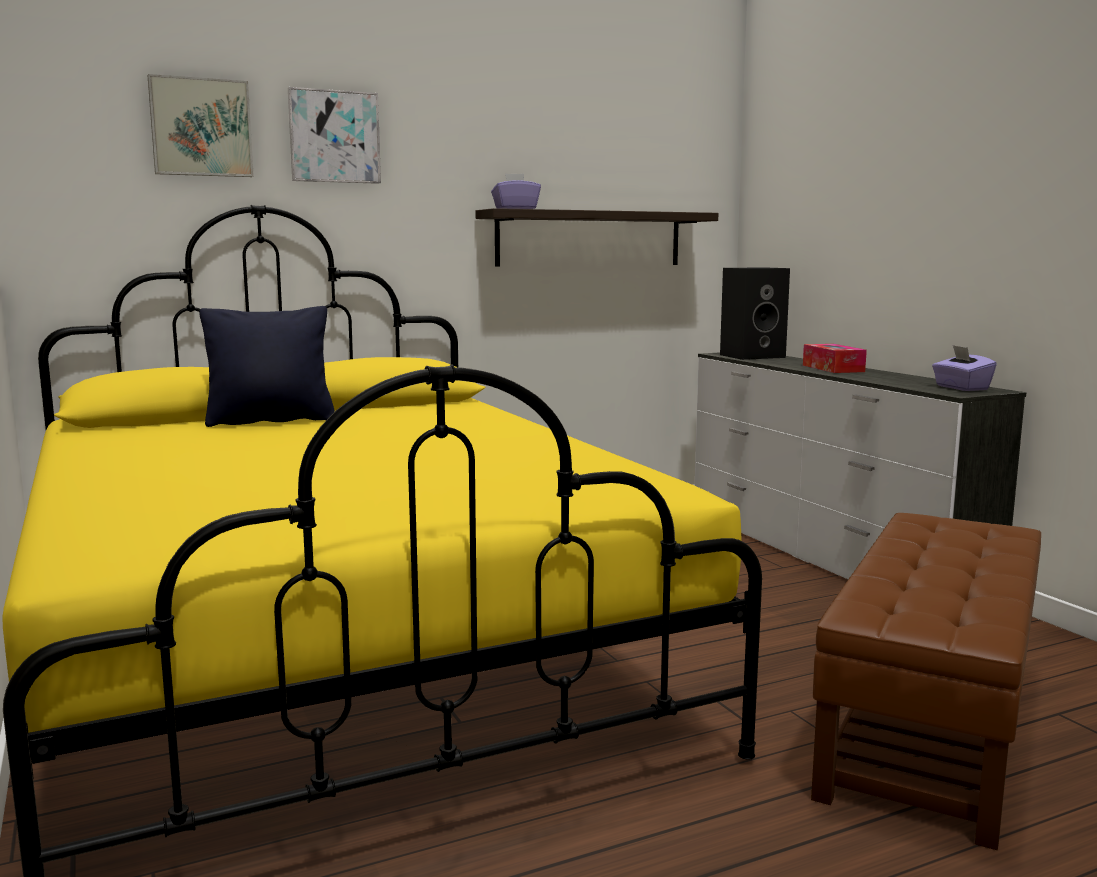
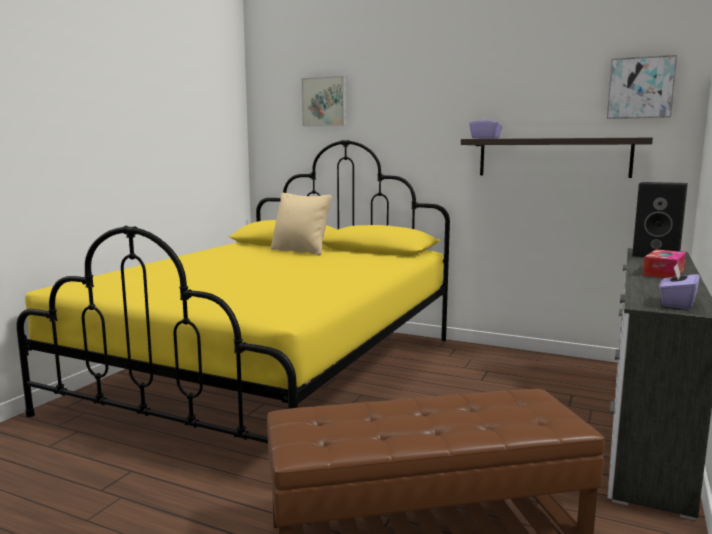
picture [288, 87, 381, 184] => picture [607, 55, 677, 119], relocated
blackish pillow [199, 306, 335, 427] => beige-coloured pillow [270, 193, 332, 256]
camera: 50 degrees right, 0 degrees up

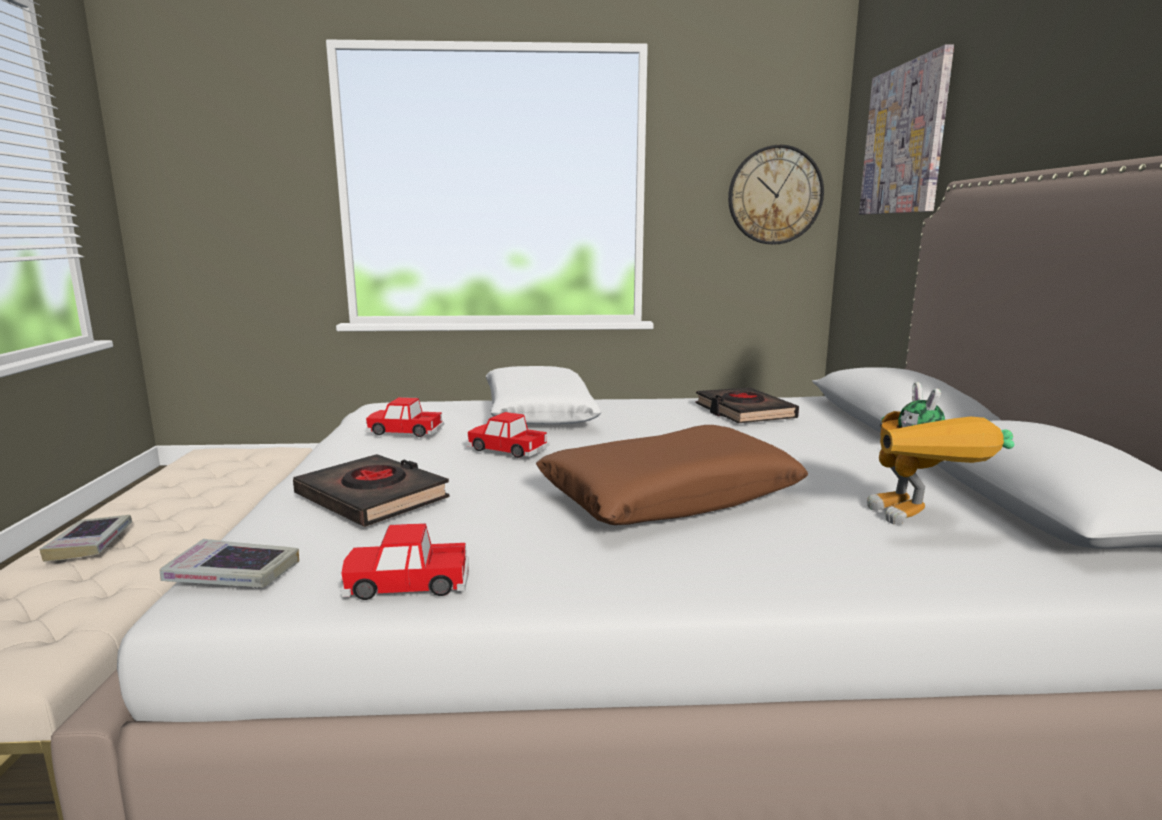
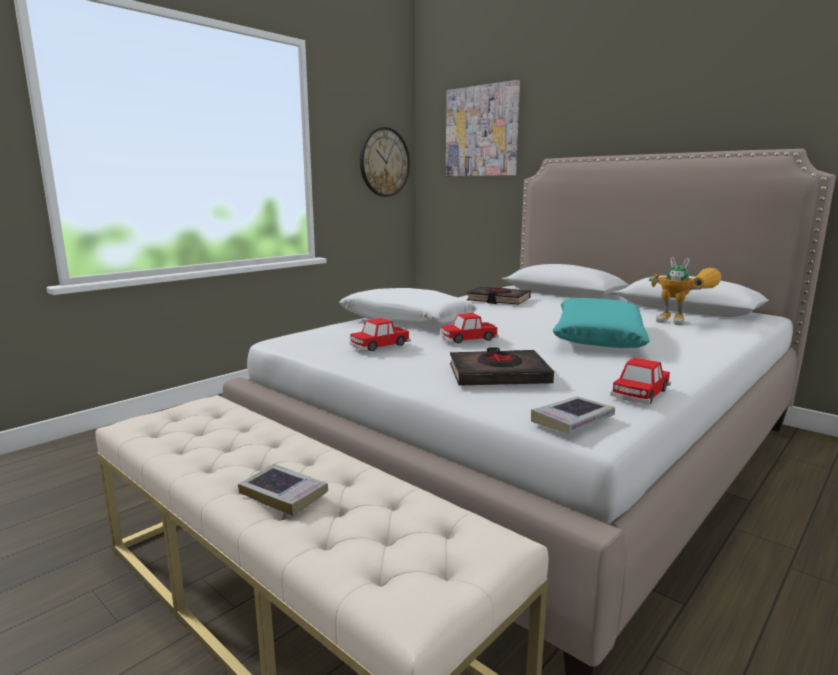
brown pillow [536, 425, 808, 525] => turquoise pillow [553, 298, 650, 348]
camera: 45 degrees left, 0 degrees up

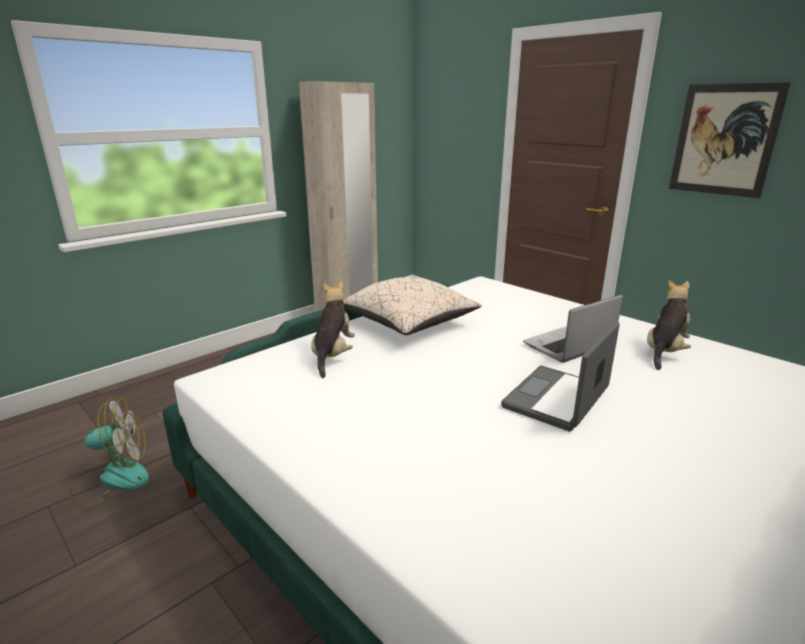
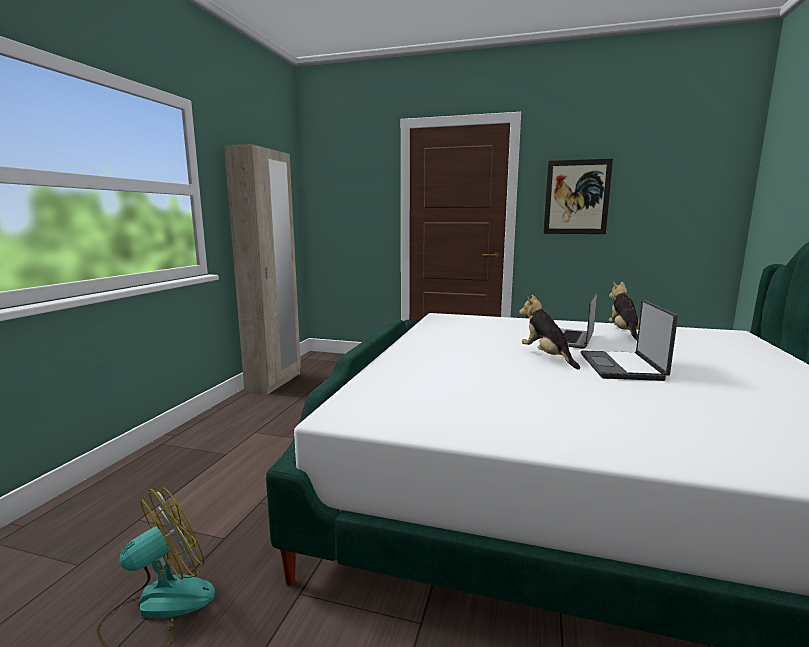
beige-coloured pillow [343, 277, 482, 335] => nothing
cuddly toy [311, 281, 355, 378] => cuddly toy [519, 295, 580, 369], relocated
camera: 30 degrees left, 10 degrees down

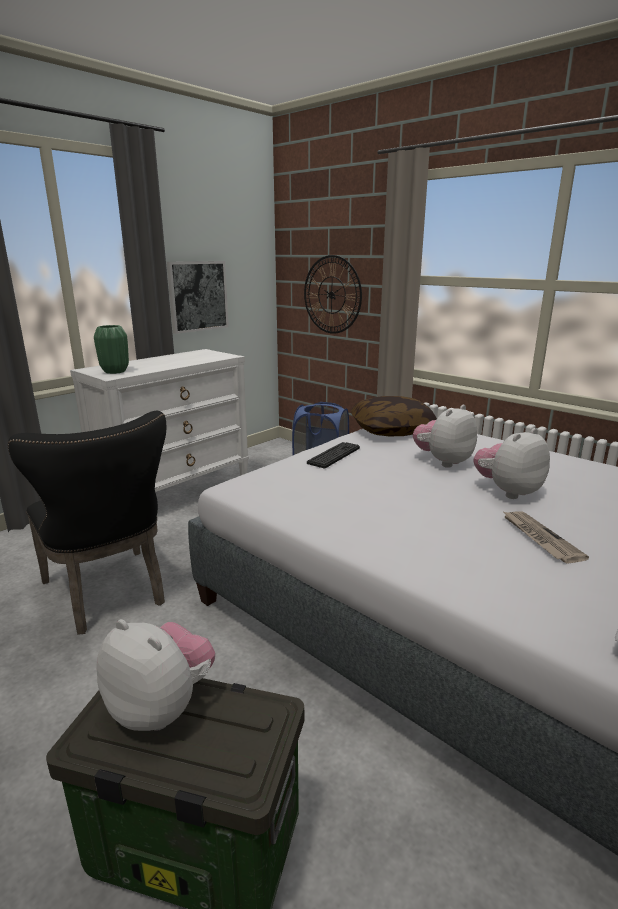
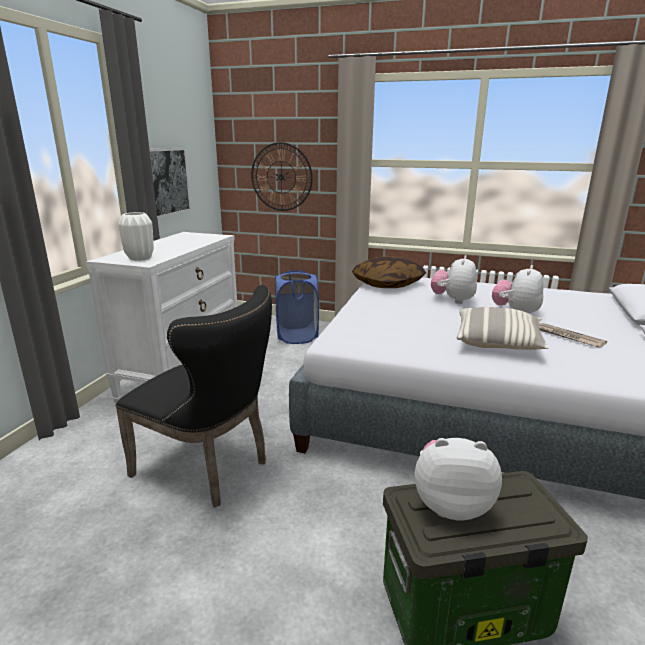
green-coloured flower vase [94, 325, 129, 374] => white-coloured flower vase [118, 212, 154, 261]
keyboard [307, 442, 360, 468] => nothing
nothing => pillow [457, 307, 548, 350]
camera: 25 degrees left, 0 degrees up

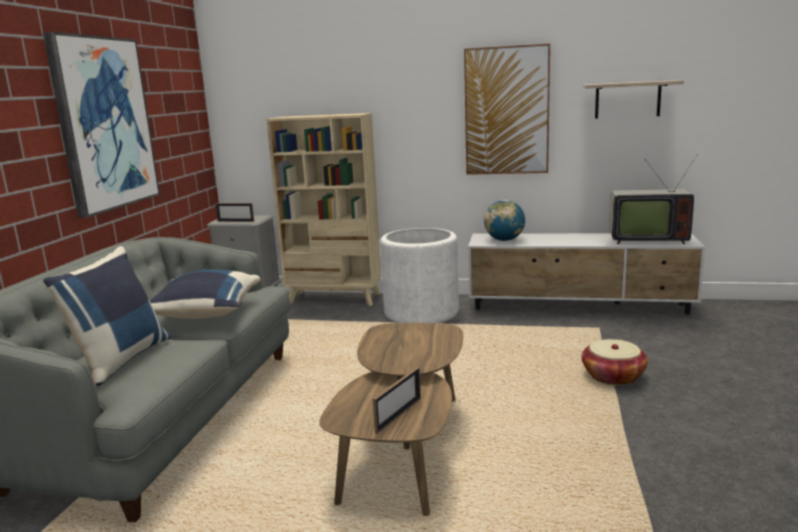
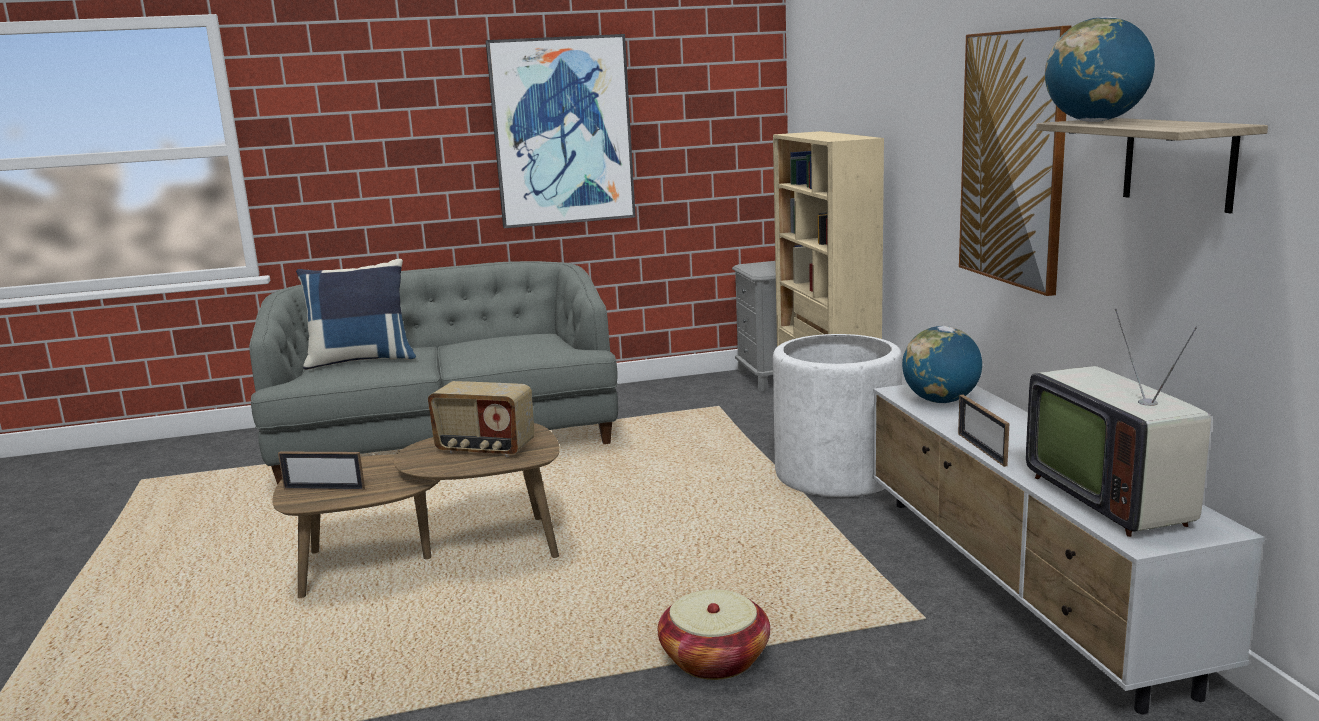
photo frame [215, 203, 254, 222] => photo frame [958, 394, 1009, 467], relocated
blue-coloured pillow [150, 269, 261, 319] => nothing
nothing => globe [1045, 17, 1155, 122]
nothing => radio set [428, 381, 534, 457]
camera: 65 degrees right, 0 degrees up

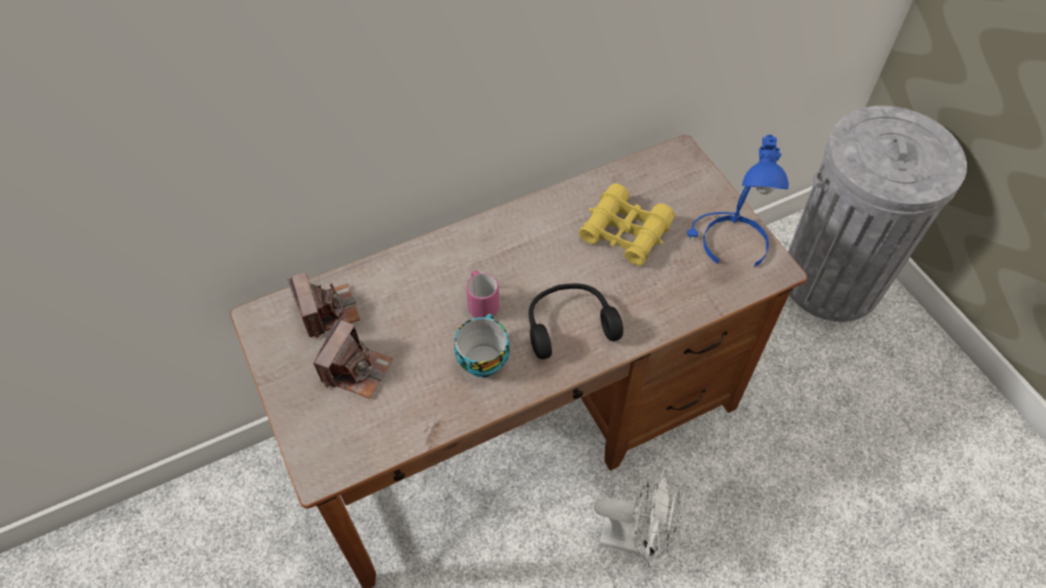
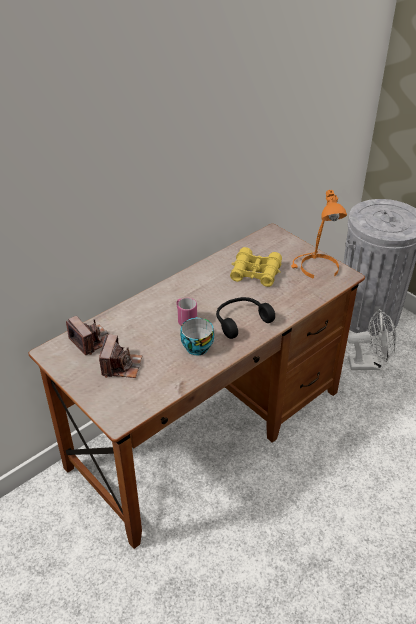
blue-coloured tabletop lamp [687, 134, 789, 267] => orangey tabletop lamp [291, 190, 347, 279]
white-coloured cooling fan [594, 469, 683, 568] => white-coloured cooling fan [347, 309, 397, 370], relocated
camera: 15 degrees left, 15 degrees down

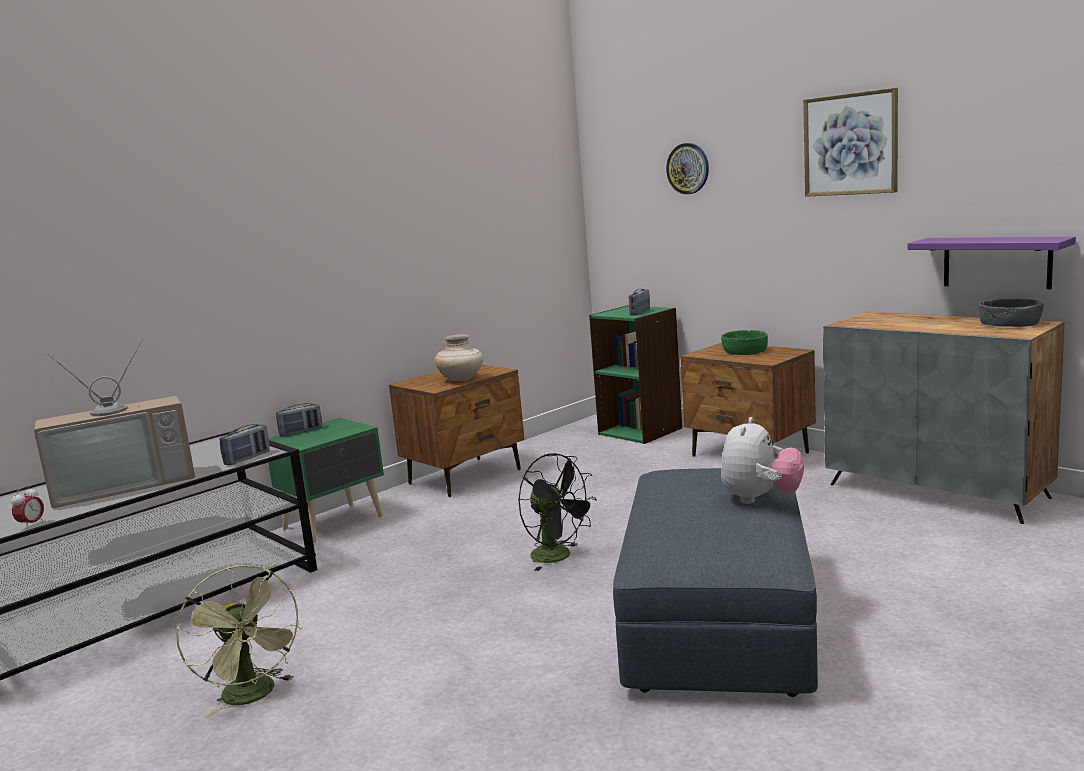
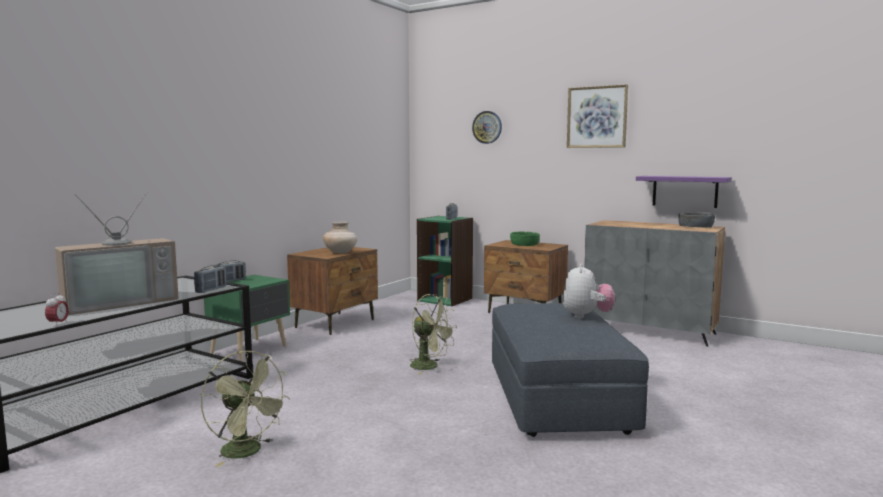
blackish cooling fan [518, 453, 597, 571] => green-coloured cooling fan [409, 294, 457, 374]
camera: 15 degrees left, 5 degrees down

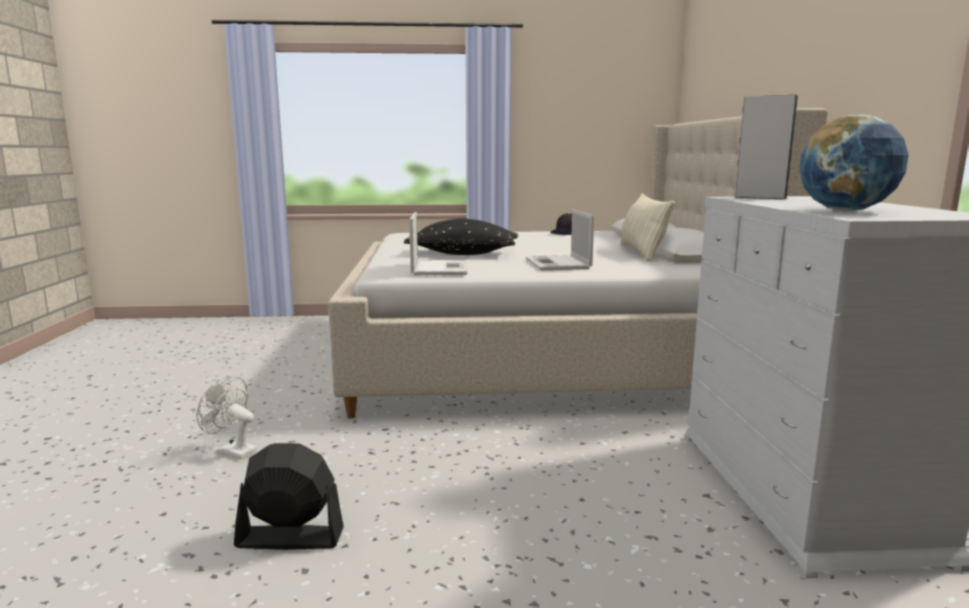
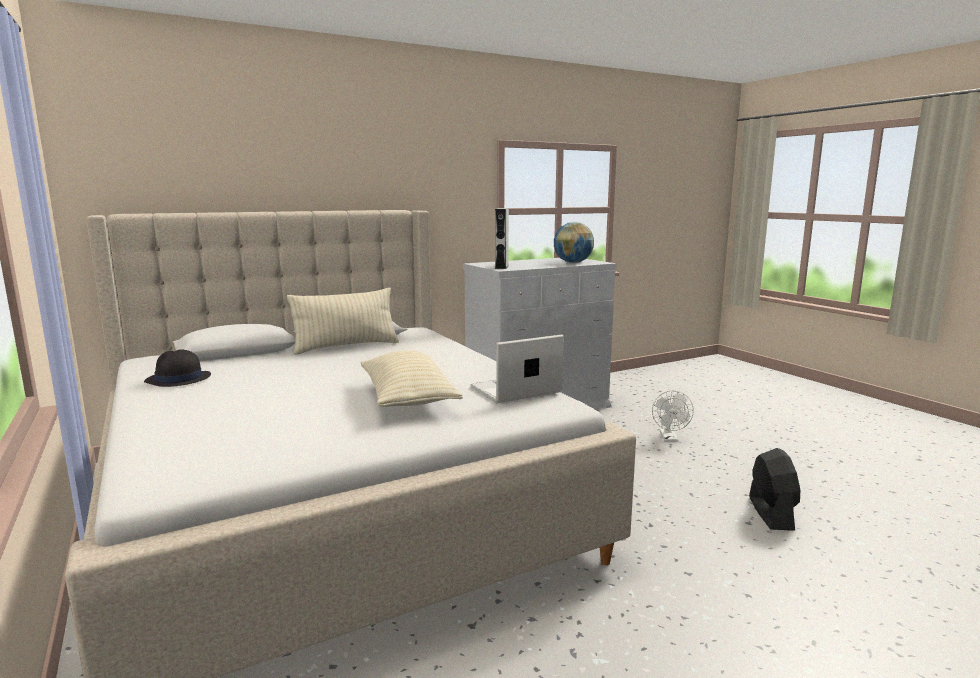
portable computer [526, 209, 594, 270] => nothing
blackish pillow [404, 219, 518, 255] => beige-coloured pillow [360, 351, 463, 407]
white-coloured cooling fan [196, 376, 257, 459] => white-coloured cooling fan [652, 390, 694, 441], relocated
blackish cooling fan [234, 443, 344, 550] => blackish cooling fan [749, 448, 800, 531], 150 degrees counterclockwise
camera: 115 degrees left, 0 degrees up

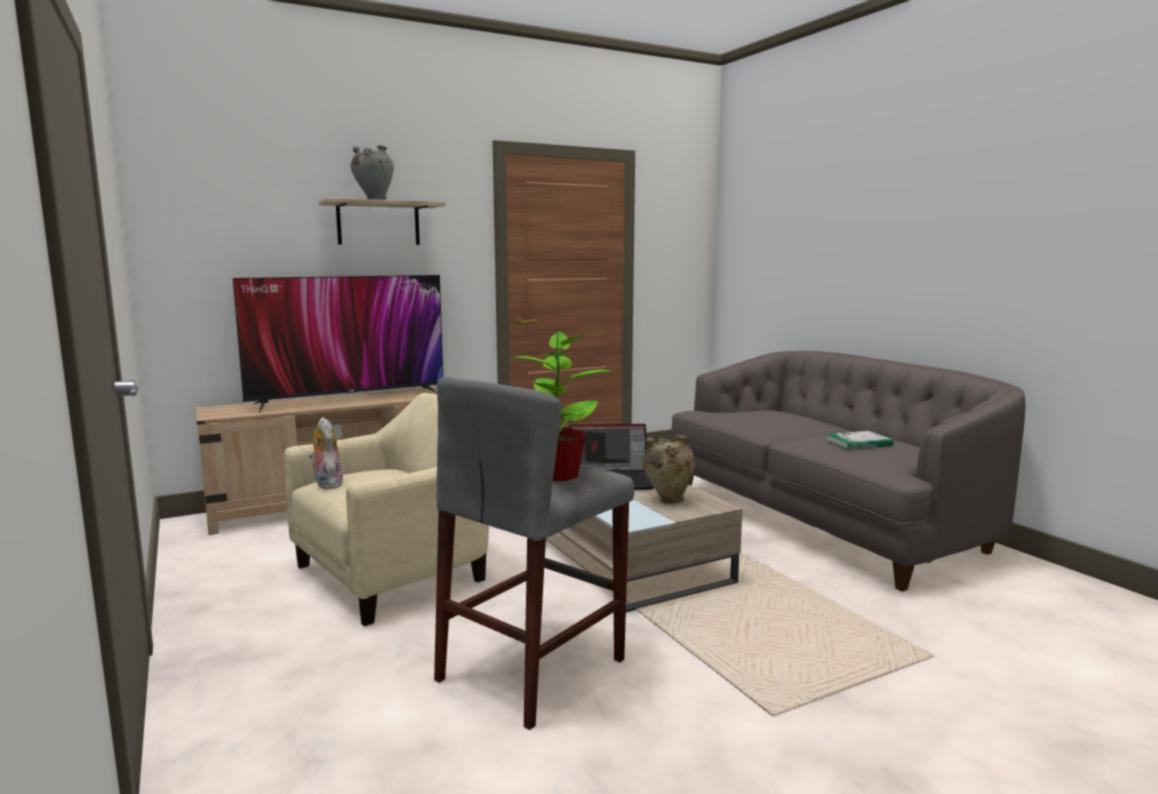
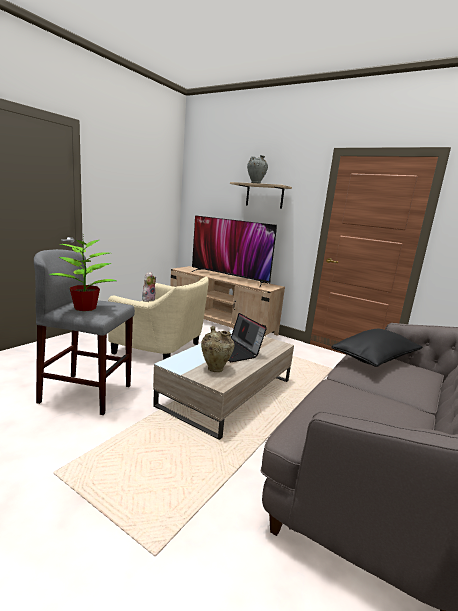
book [826, 431, 894, 449] => nothing
nothing => blackish pillow [331, 329, 422, 367]
camera: 60 degrees right, 5 degrees up

